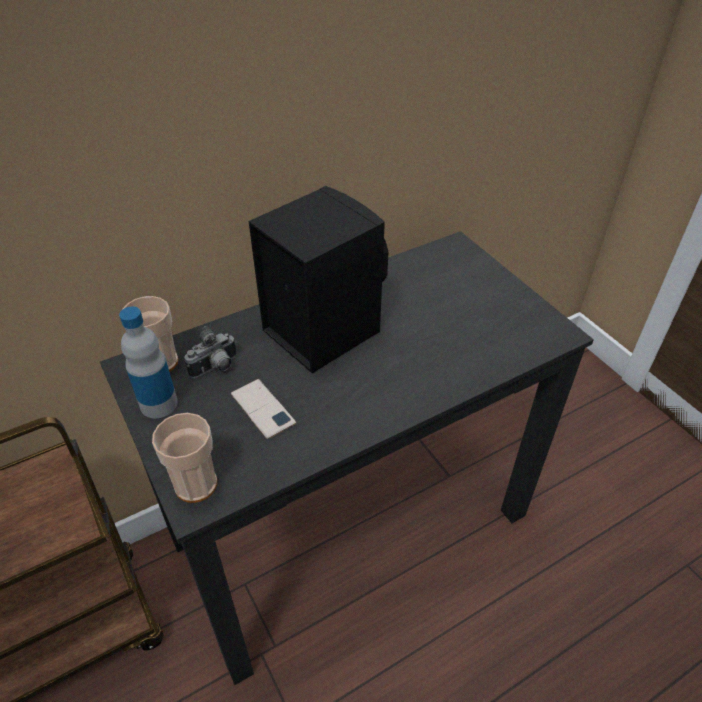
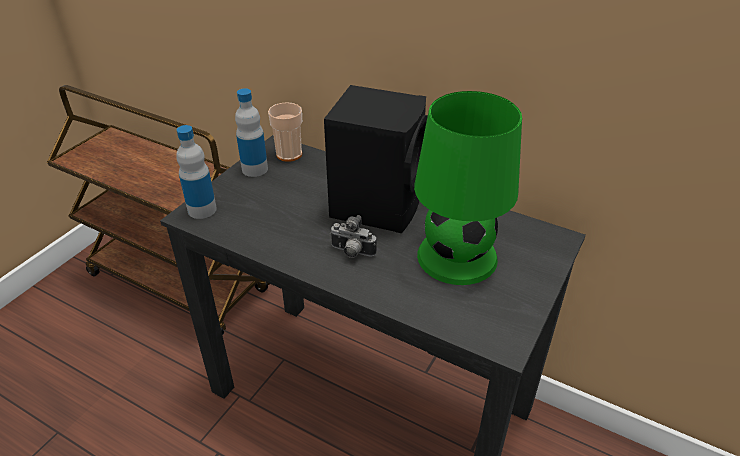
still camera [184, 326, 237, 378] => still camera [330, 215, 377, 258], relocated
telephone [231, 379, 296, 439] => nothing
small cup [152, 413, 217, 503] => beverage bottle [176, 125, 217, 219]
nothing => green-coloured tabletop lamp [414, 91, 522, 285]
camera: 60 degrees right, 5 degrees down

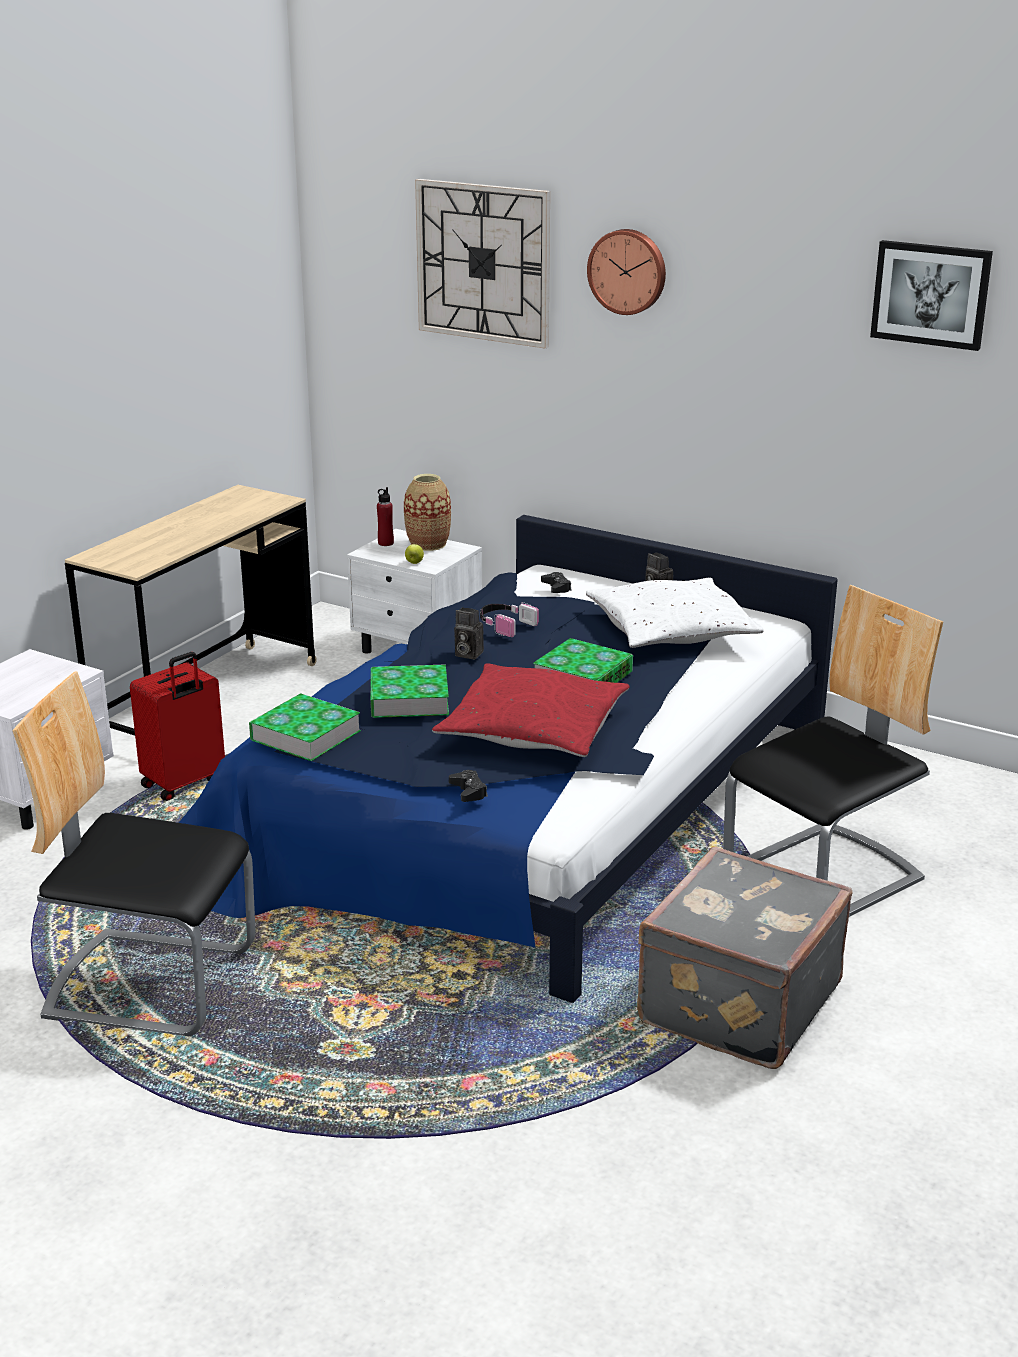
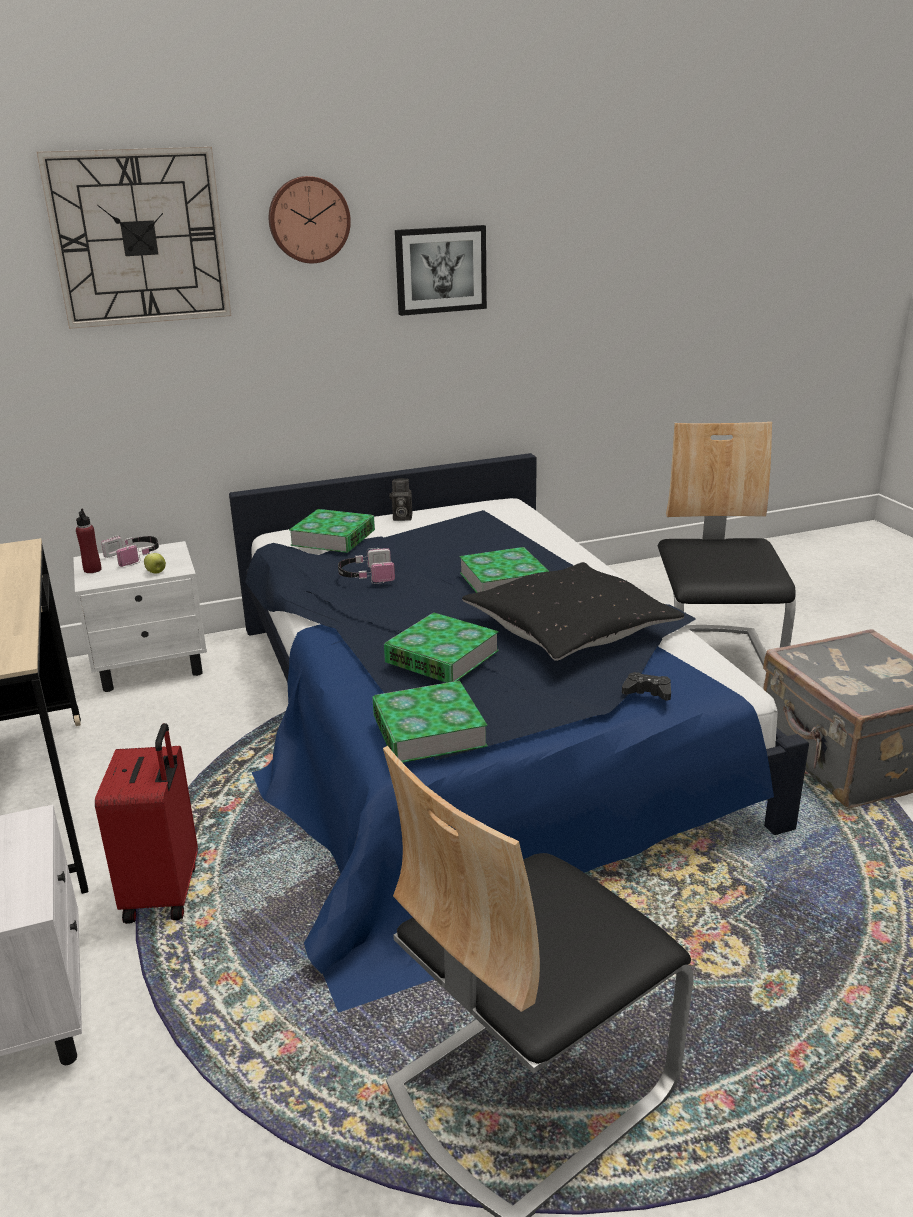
picture [870, 240, 993, 351] => picture [395, 225, 487, 316], relocated
flower vase [404, 474, 451, 551] => headphones [101, 535, 159, 567]
blackish joypad [541, 572, 572, 593] => book [289, 509, 375, 553]
white-coloured pillow [586, 578, 764, 648] => nothing
still camera [454, 607, 484, 660] => nothing
reddish pillow [432, 663, 630, 757] => blackish pillow [462, 562, 684, 661]
camera: 50 degrees left, 0 degrees up

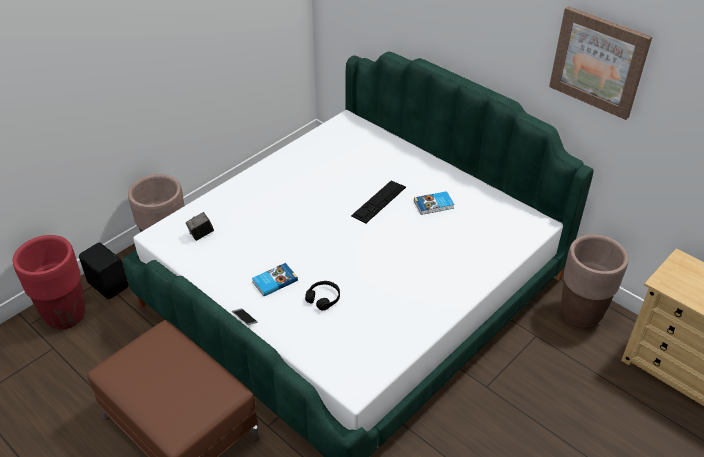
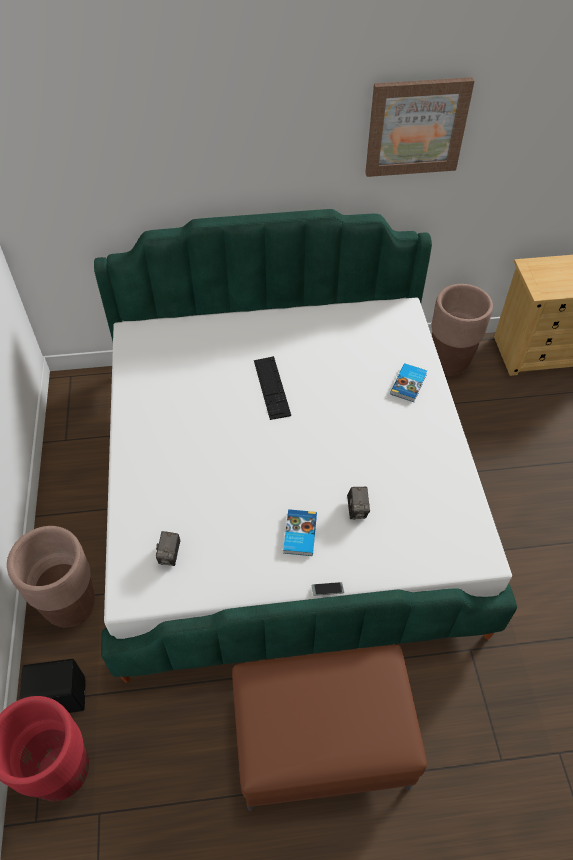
book [414, 191, 454, 215] => book [390, 363, 427, 402], relocated
blackish headphones [305, 281, 340, 310] => still camera [347, 487, 370, 520]
camera: 50 degrees left, 10 degrees up

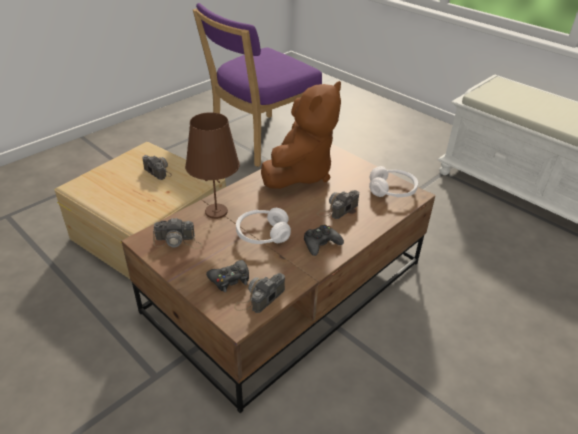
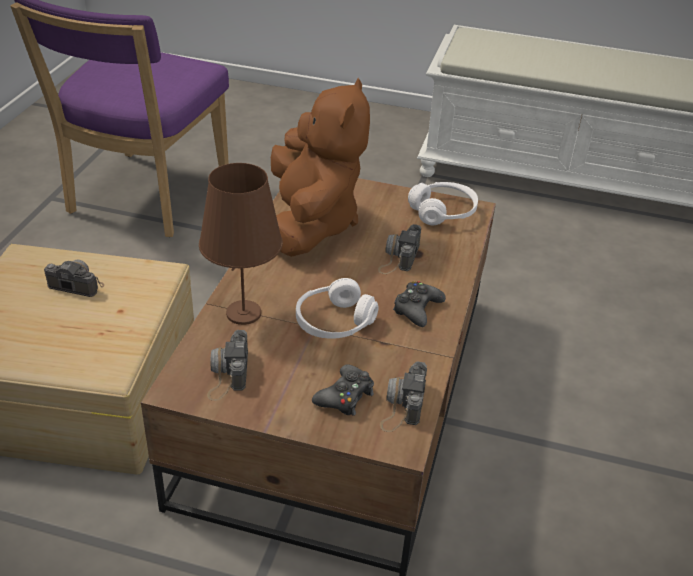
still camera [153, 218, 202, 249] => still camera [207, 330, 248, 401], 120 degrees clockwise
camera: 30 degrees left, 0 degrees up

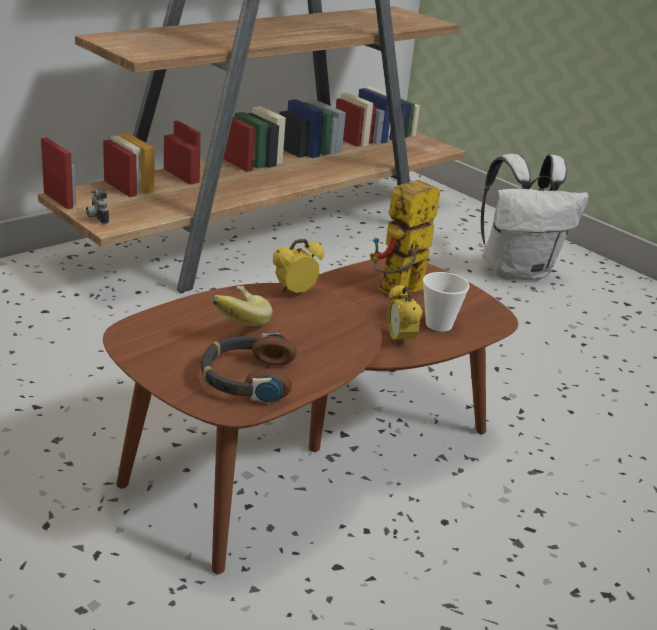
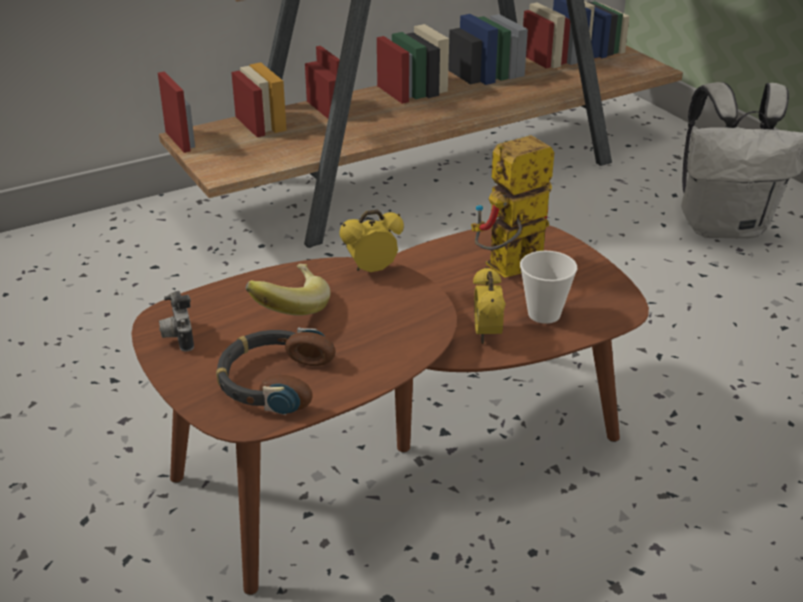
still camera [86, 188, 109, 224] => still camera [159, 291, 194, 351], relocated
camera: 15 degrees right, 5 degrees up

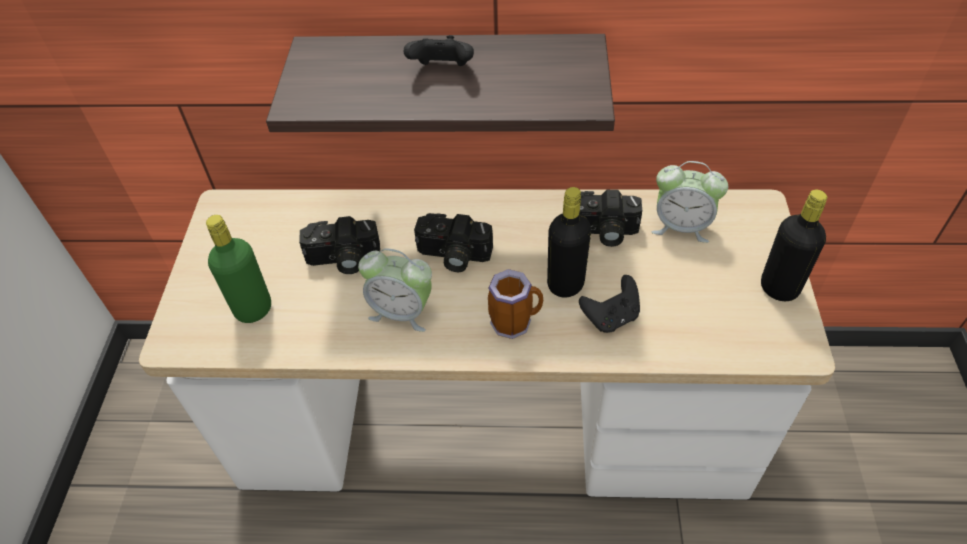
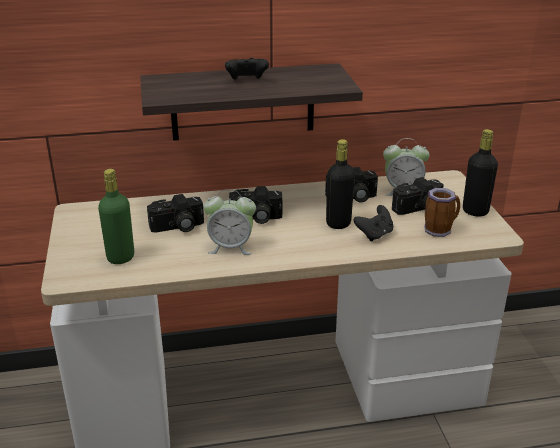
tea mug [488, 269, 543, 339] => tea mug [424, 188, 460, 237], relocated
nothing => still camera [392, 177, 444, 215]
camera: 15 degrees left, 20 degrees down

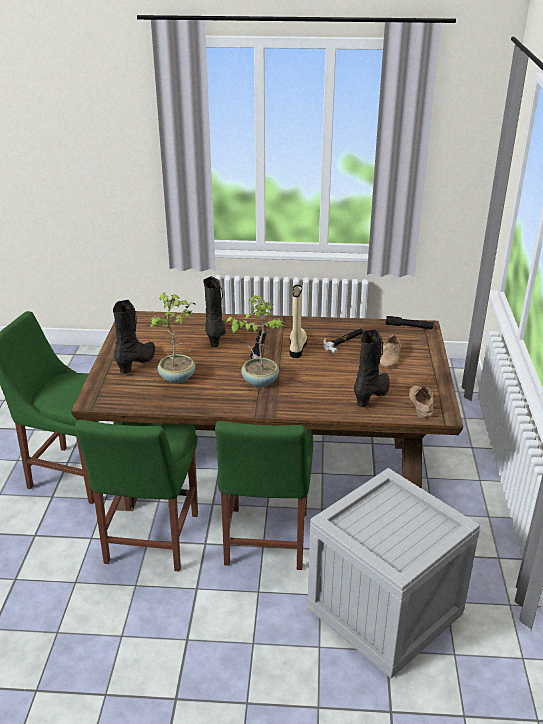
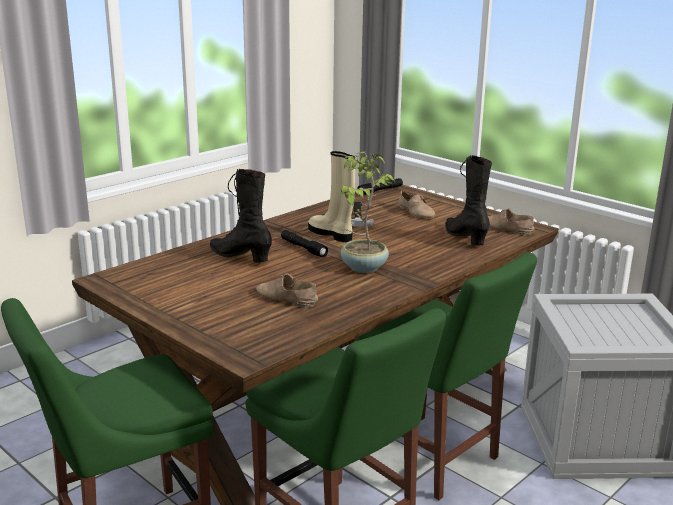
potted plant [150, 292, 195, 384] => beige-coloured low shoe [256, 273, 318, 308]
blackish high-top boot [113, 300, 155, 374] => nothing
camera: 50 degrees left, 10 degrees down

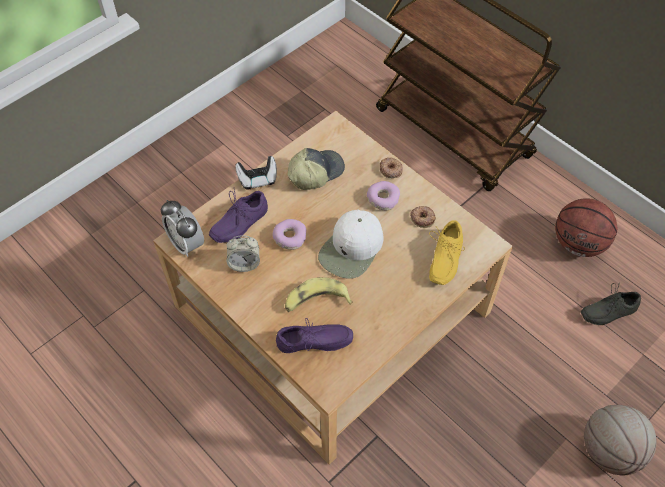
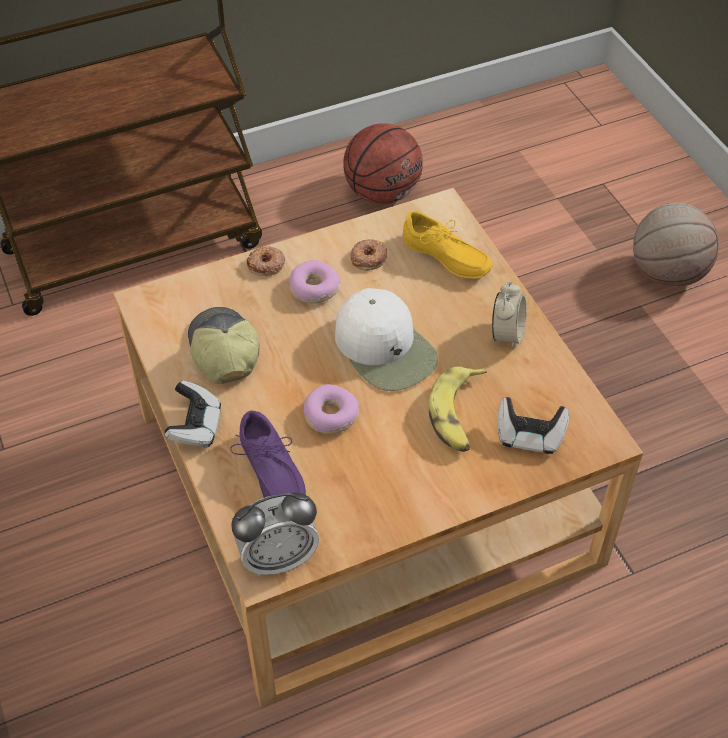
table clock [226, 235, 260, 272] => table clock [492, 282, 527, 349], relocated
greyish low shoe [581, 282, 641, 325] => nothing
purplish low shoe [276, 318, 353, 353] => joypad [497, 397, 569, 454]
camera: 70 degrees left, 5 degrees down

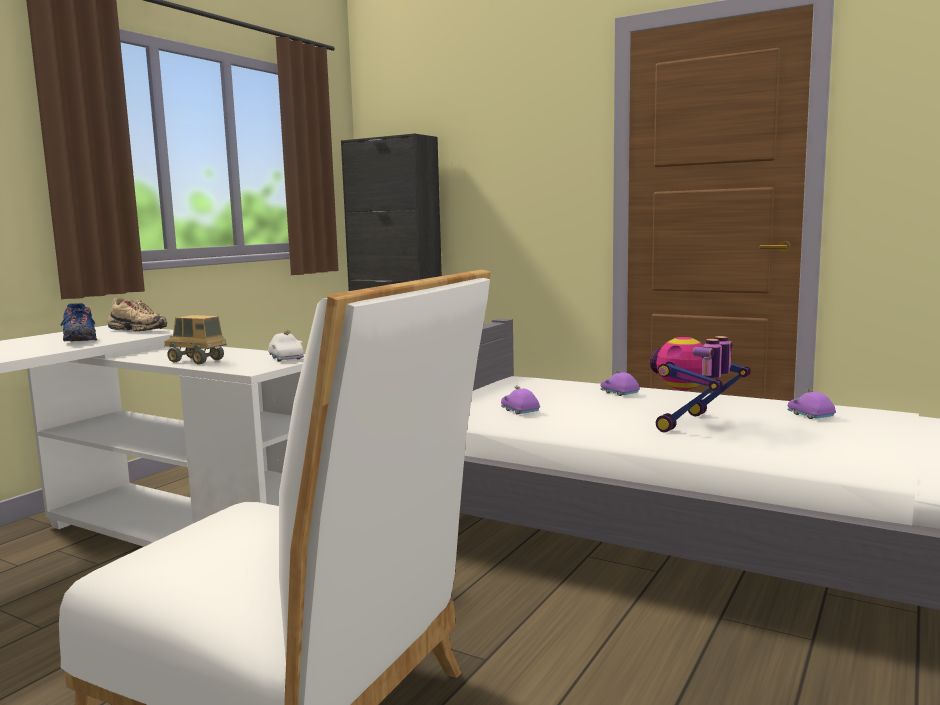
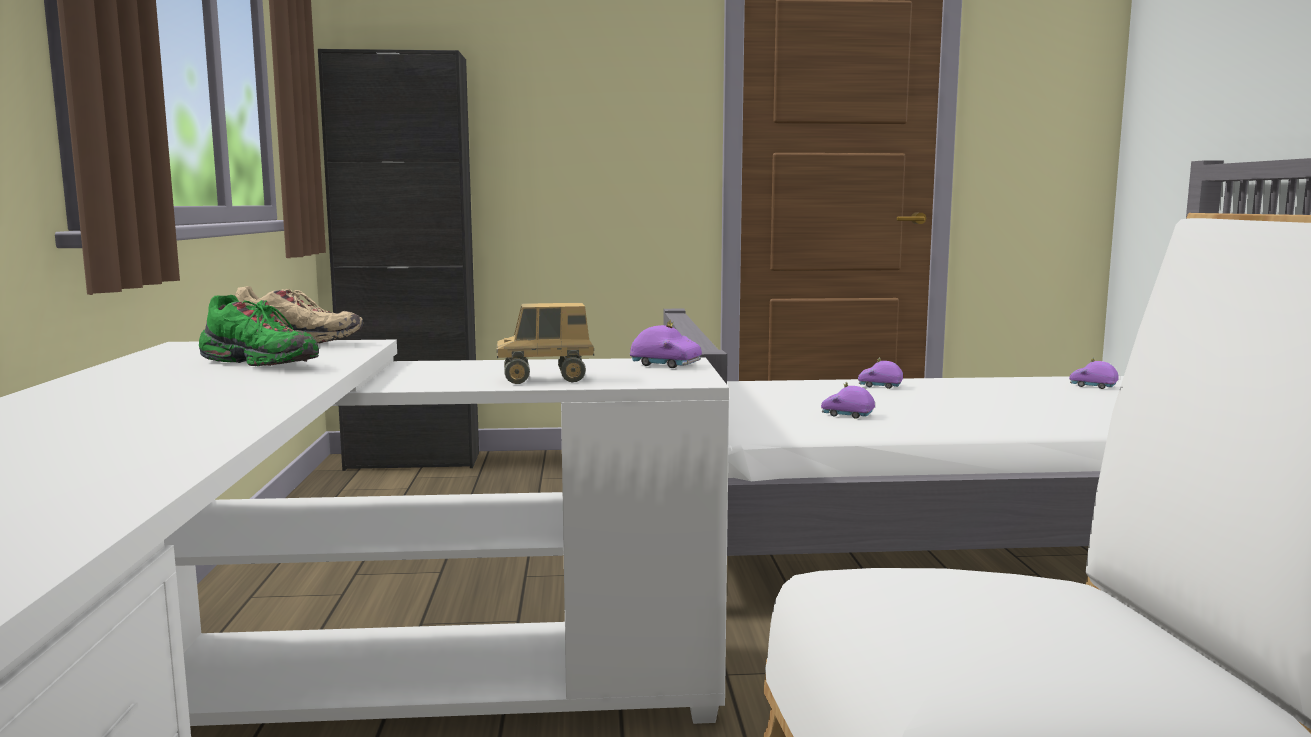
blue-coloured low shoe [60, 303, 97, 342] => green-coloured low shoe [199, 295, 319, 366]
white-coloured model car [268, 330, 304, 361] => purplish model car [630, 319, 702, 368]
model robot [650, 336, 751, 432] => nothing
camera: 35 degrees left, 0 degrees up

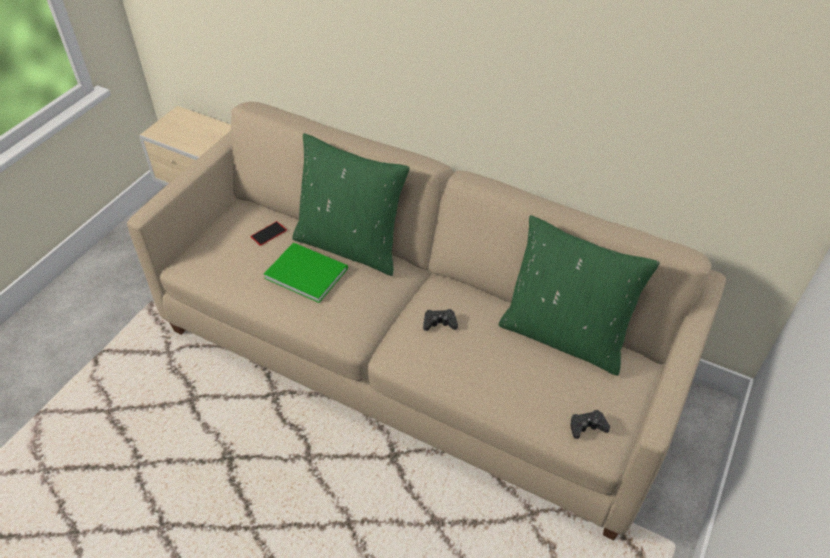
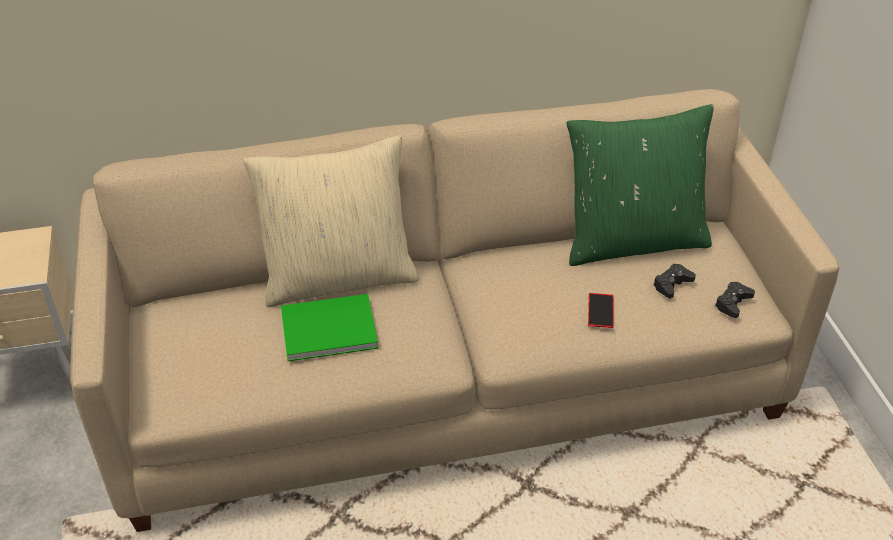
green-coloured pillow [292, 133, 410, 276] => beige-coloured pillow [243, 135, 419, 307]
telephone [250, 221, 287, 246] => telephone [588, 293, 613, 328], relocated
blackish joypad [423, 309, 458, 331] => blackish joypad [653, 264, 696, 298], relocated
camera: 40 degrees left, 5 degrees down

